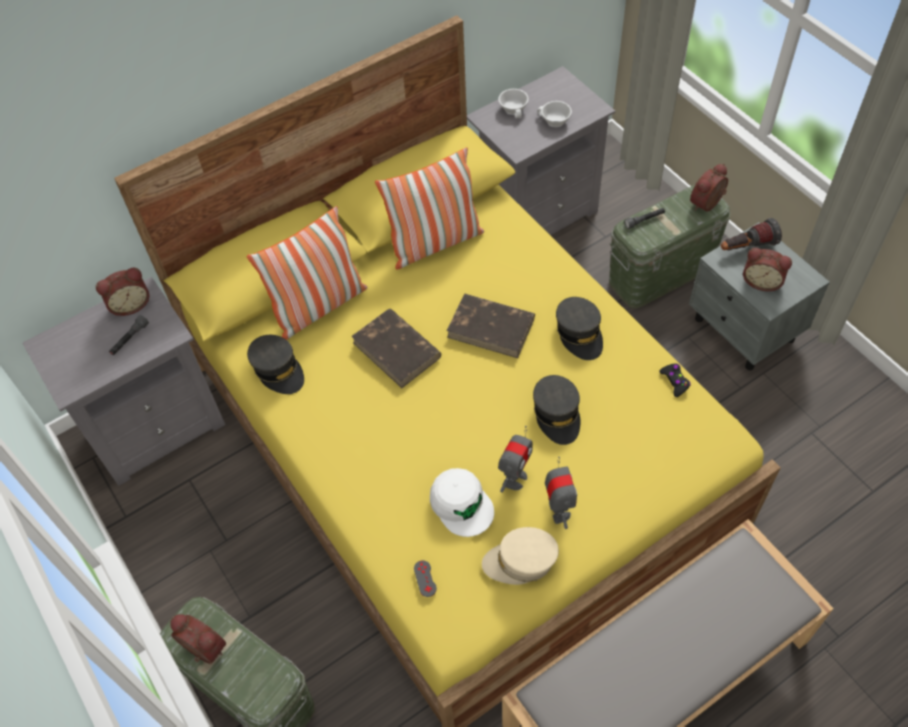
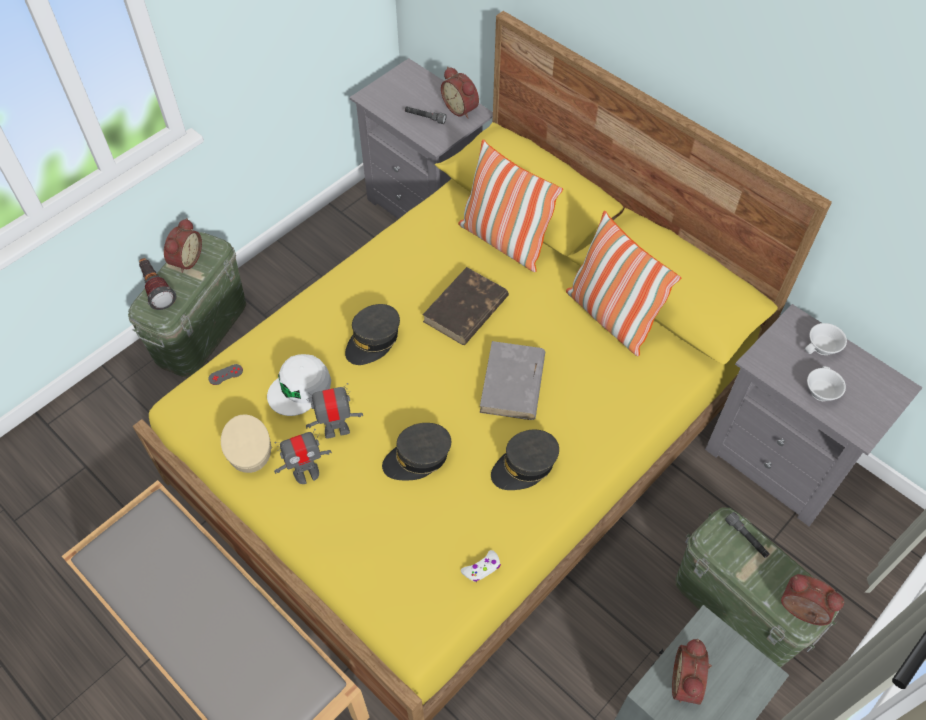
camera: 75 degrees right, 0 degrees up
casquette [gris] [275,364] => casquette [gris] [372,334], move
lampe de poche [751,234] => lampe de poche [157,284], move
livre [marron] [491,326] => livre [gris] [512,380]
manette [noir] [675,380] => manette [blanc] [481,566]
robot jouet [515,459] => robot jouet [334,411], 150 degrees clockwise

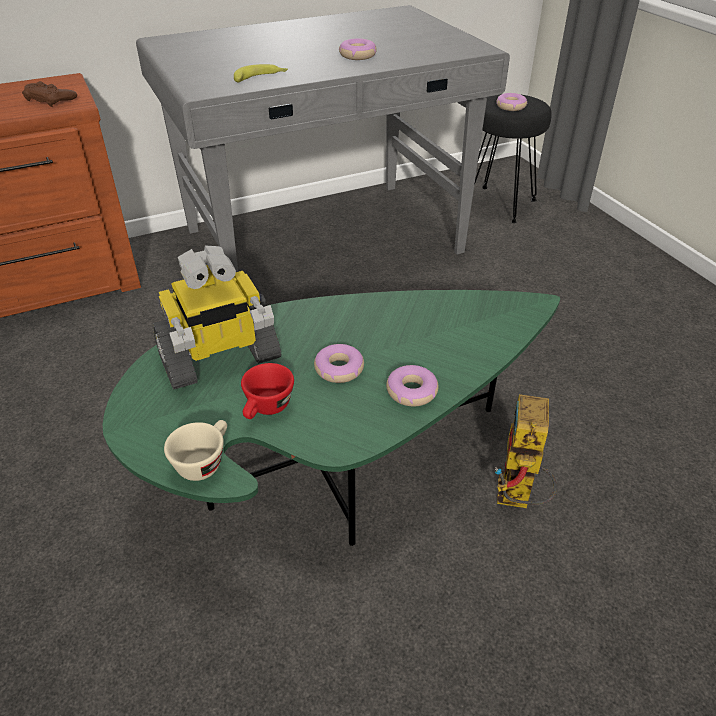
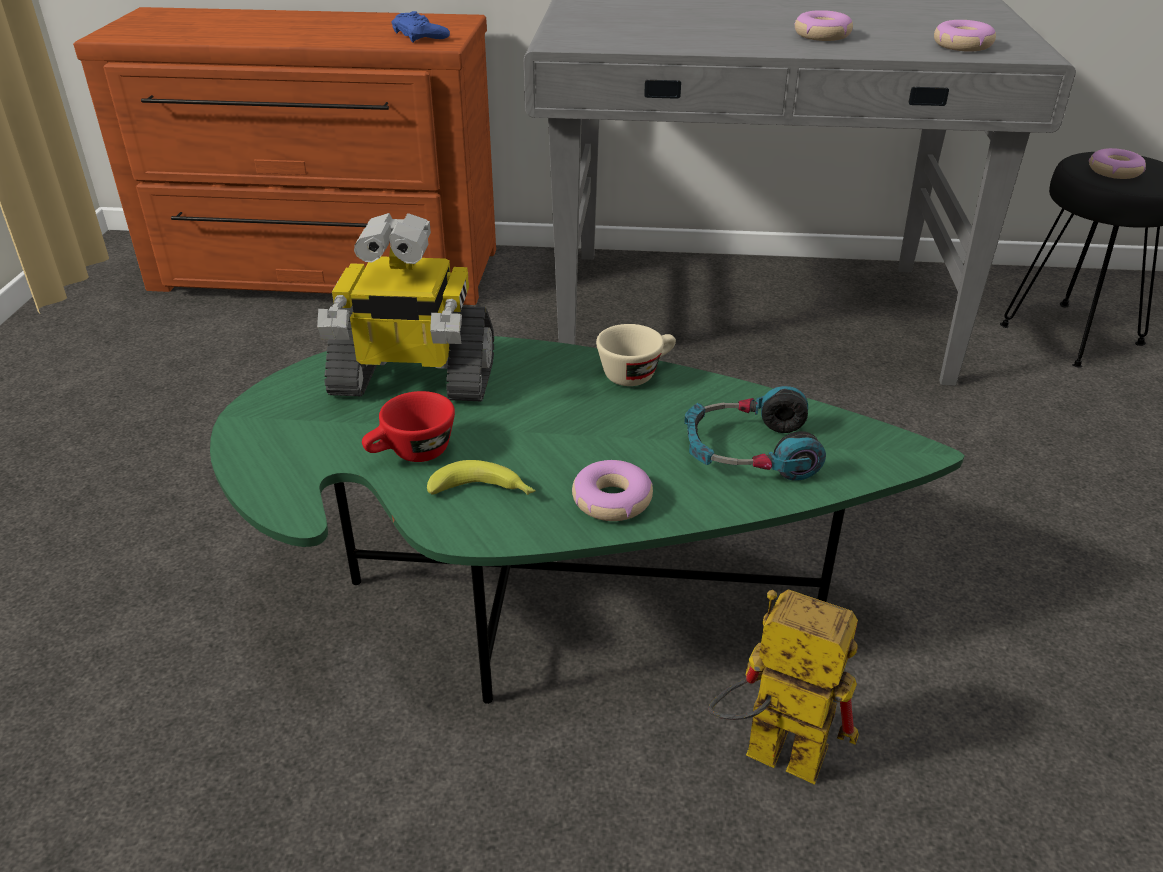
camera: 30 degrees right, 5 degrees down
nothing => casque audio [755,433]
tasse [beige] [195,450] => tasse [beige] [636,355], move
banane [261,73] => banane [481,477], move
beignet [339,363] => beignet [965,36], move
manette [marron] [49,94] => manette [bleu] [421,26]
robot jouet [526,451] => robot jouet [783,687], 75 degrees clockwise

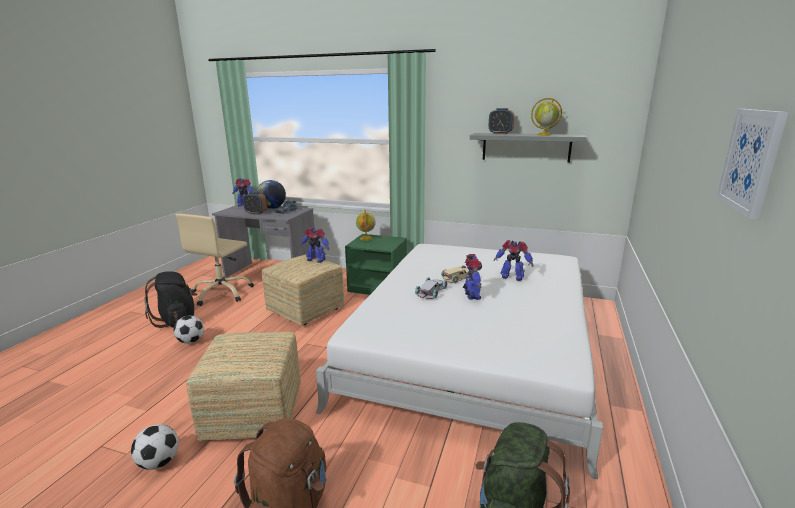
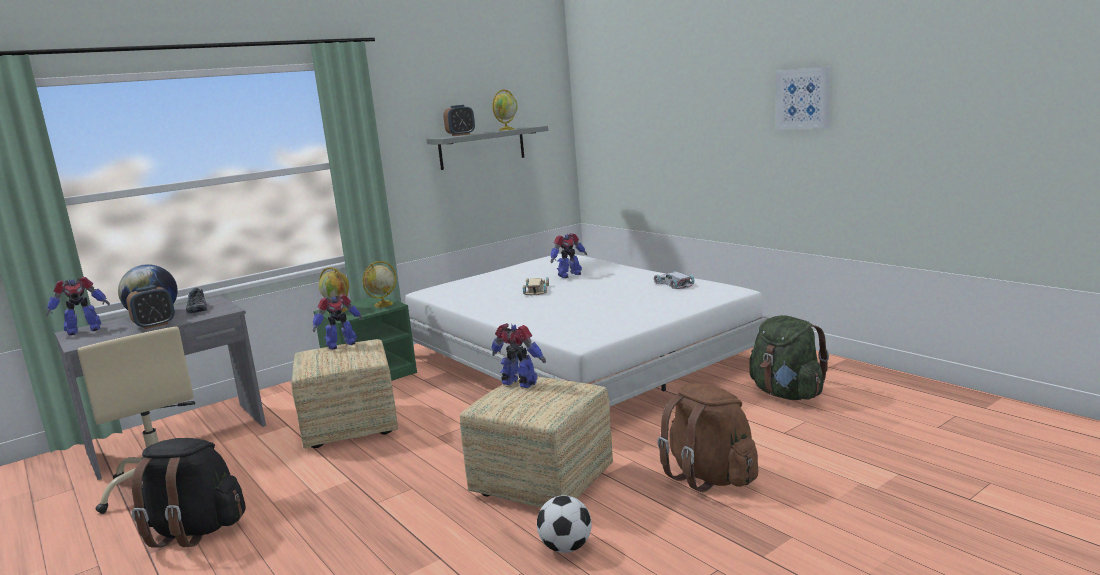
camera: 55 degrees left, 5 degrees down
ballon de foot [189,330] => nothing
nothing => globe [379,284]
petite voiture [blanc] [431,288] => petite voiture [blanc] [674,280], move
robot jouet [472,277] => robot jouet [518,355], move

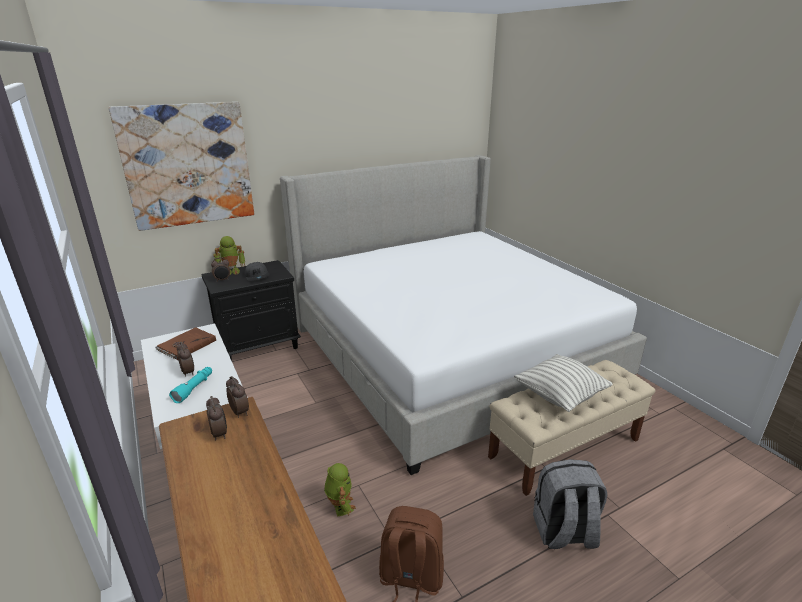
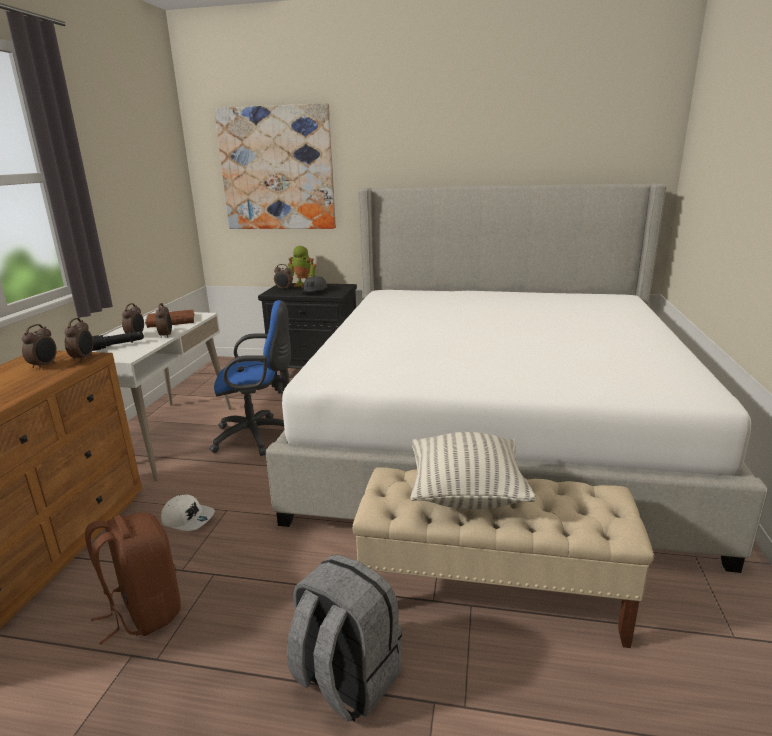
camera: 40 degrees right, 5 degrees down
nothing => réveil [163,320]
nothing => chaise de bureau [bleu] [250,378]
robot jouet [340,490] => casquette [blanc] [188,513]
lampe de poche [turquoise] [190,385] => lampe de poche [noir] [118,341]

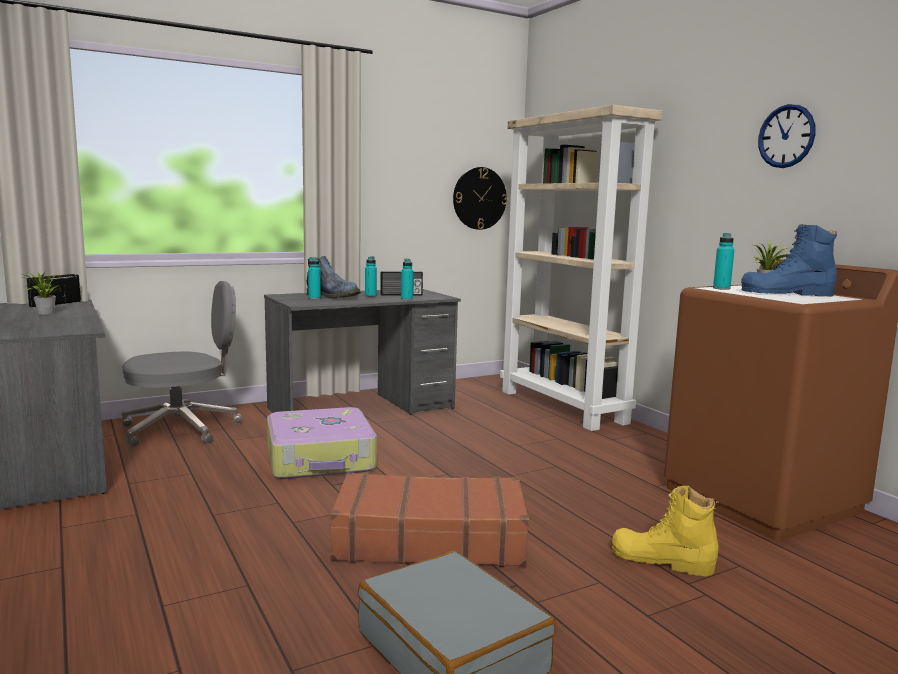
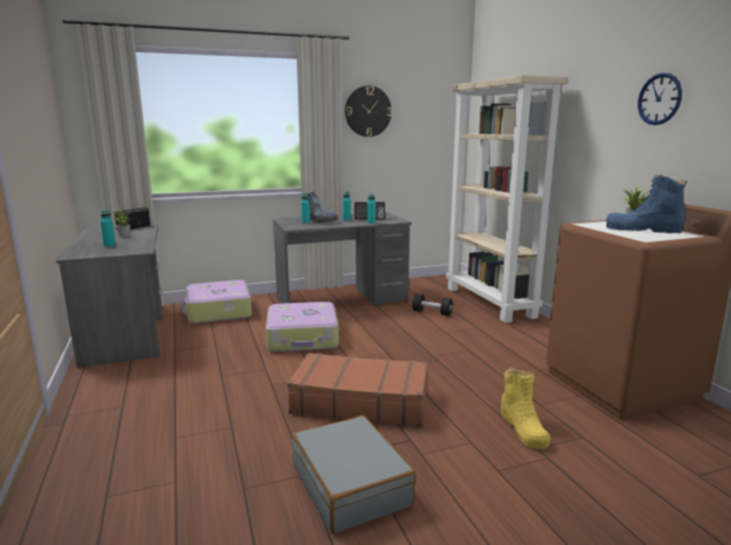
camera: 10 degrees right, 5 degrees up
nothing => haltère [noir] [432,305]
horloge murale [480,198] => horloge murale [368,111], move
bouteille [turquoise] [723,261] => bouteille [turquoise] [108,228], move
chaise de bureau [gris] [182,364] => valise [216,302]
botte [jaune] [665,531] => botte [jaune] [526,408], 135 degrees counterclockwise

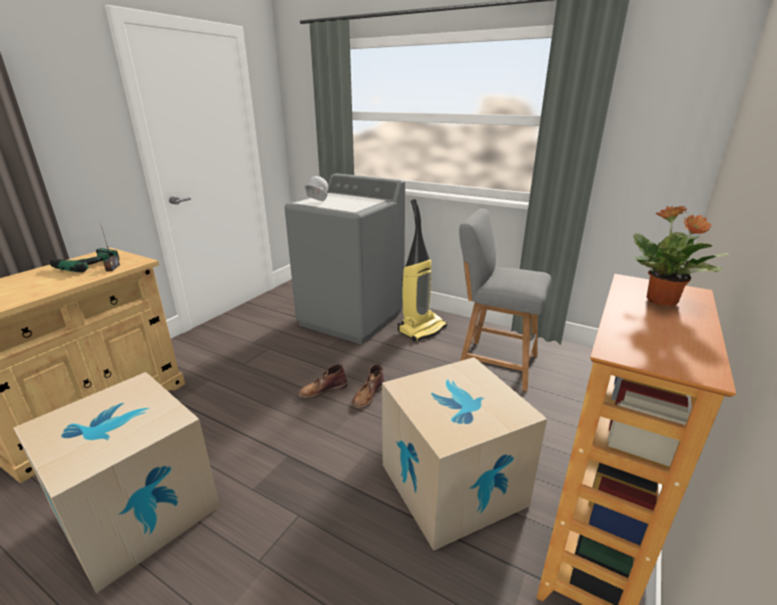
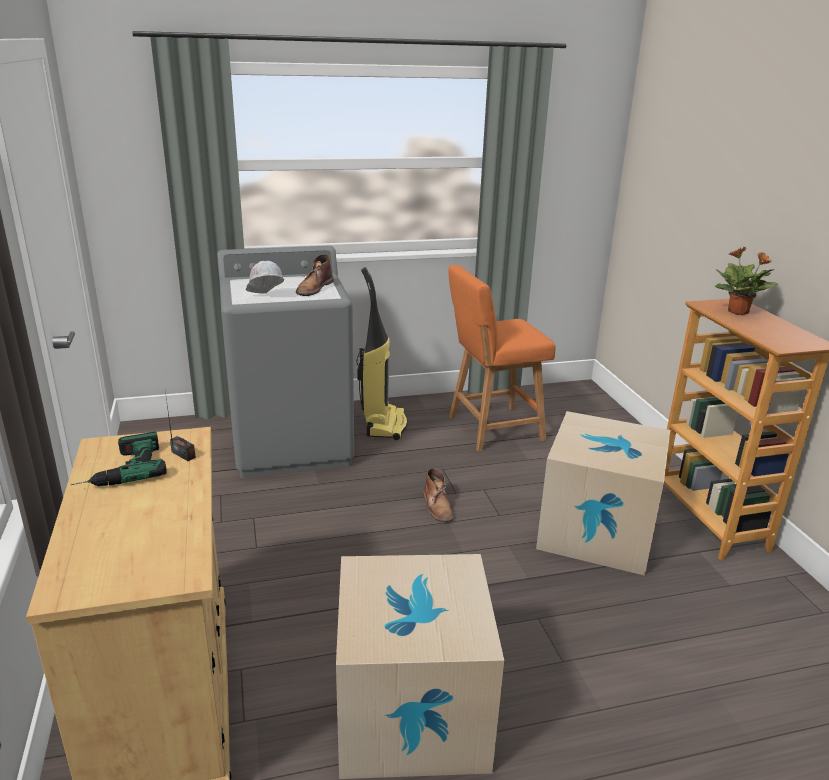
camera: 45 degrees left, 0 degrees up
botte [marron] [322,381] => botte [marron] [315,275], move
tabouret [gris] [505,299] => tabouret [orange] [502,358]

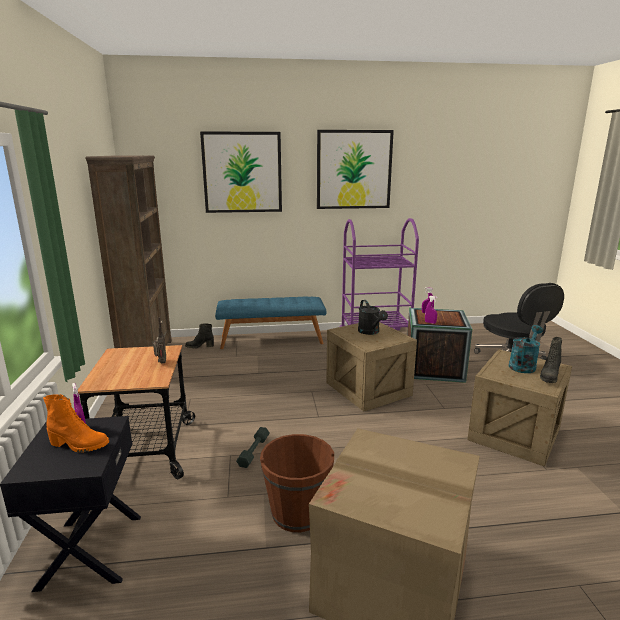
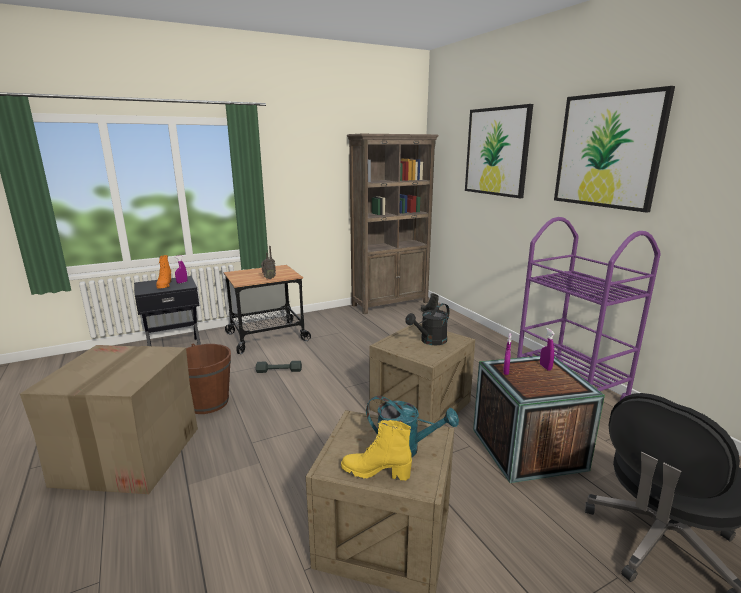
camera: 70 degrees right, 0 degrees up
banc [bleu] [270,323] => nothing
botte [noir] [551,360] => botte [jaune] [376,450]

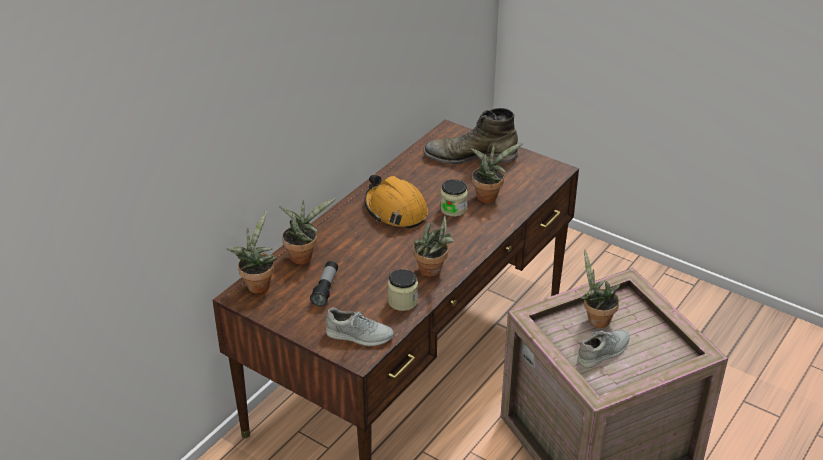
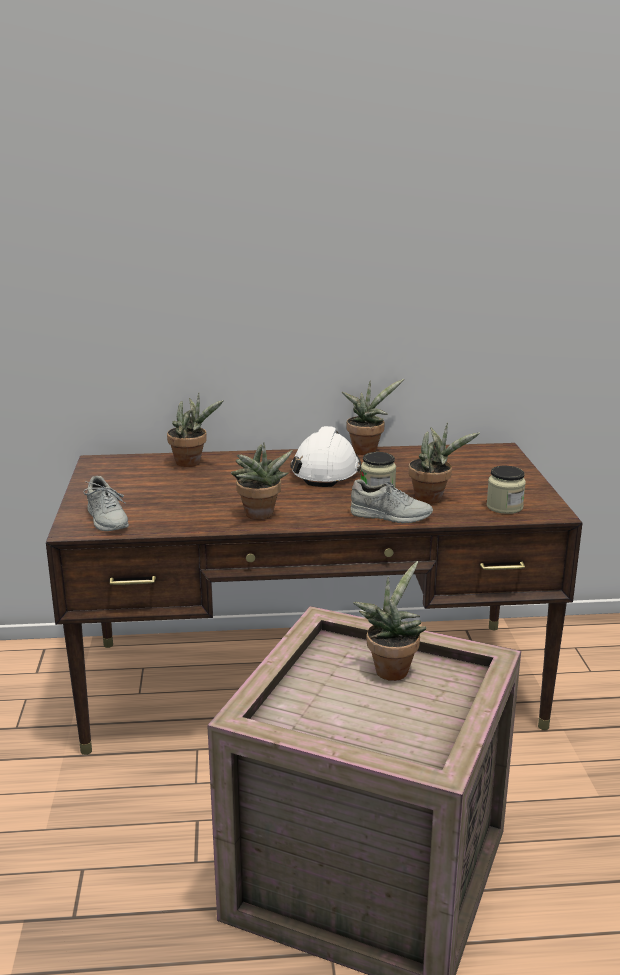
camera: 50 degrees right, 15 degrees down
lampe de poche [324,283] => nothing
botte [vert] [470,136] => nothing
plante en pot [252,252] => plante en pot [373,417], move
bocal [403,290] => bocal [506,490], move
chaussure [gris] [603,349] => chaussure [gris] [391,501], move
casque de chantier [orange] [396,202] => casque de chantier [blanc] [325,456]

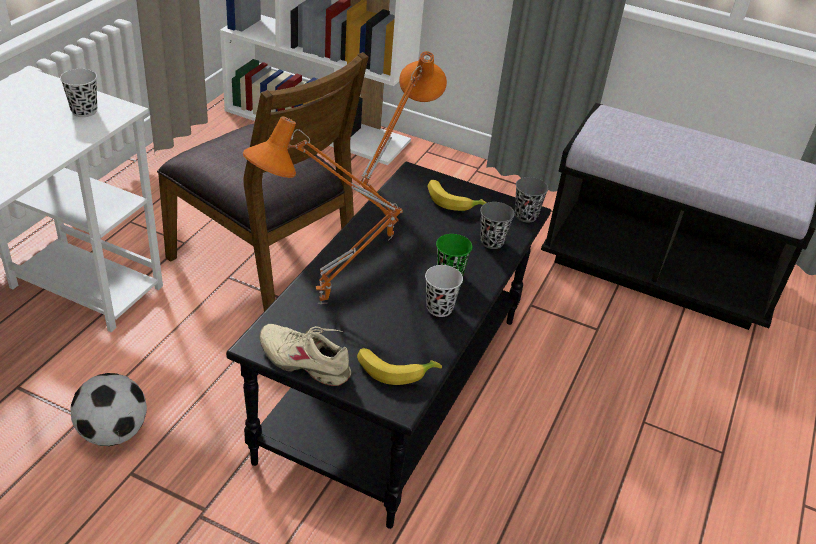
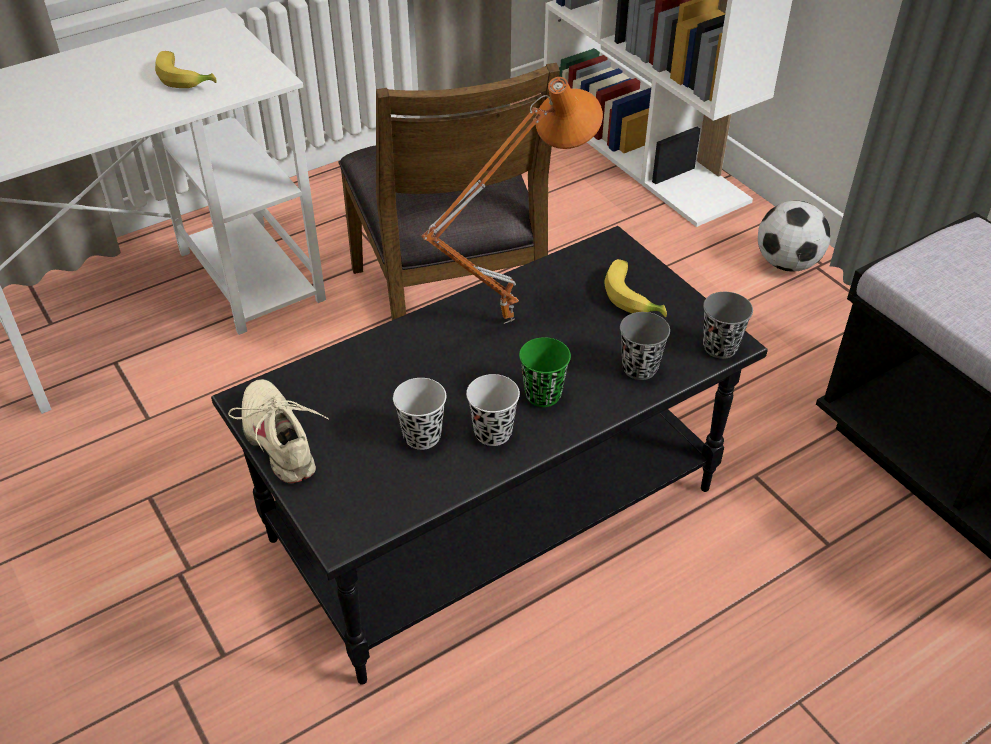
camera: 35 degrees right, 5 degrees up
lampe de table [orange] [323,210] => nothing
tasse [noir] [78,93] => tasse [noir] [419,414], move
ballon de foot [108,409] => ballon de foot [794,236], move
banane [399,366] => banane [186,69], move

